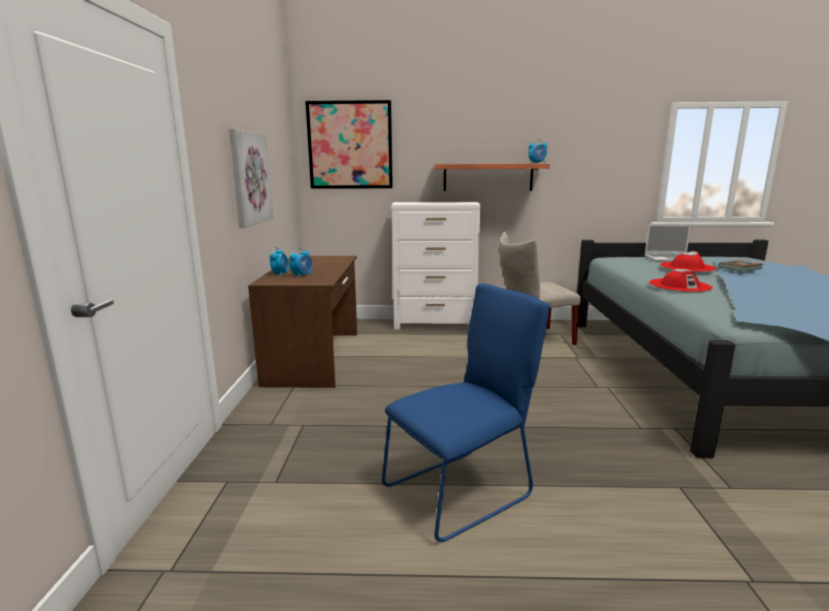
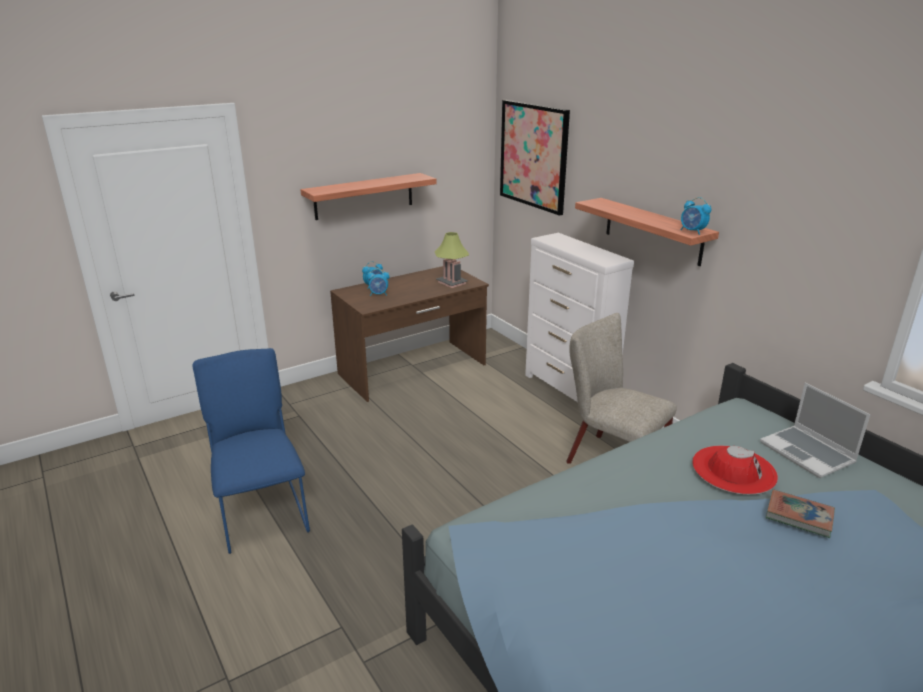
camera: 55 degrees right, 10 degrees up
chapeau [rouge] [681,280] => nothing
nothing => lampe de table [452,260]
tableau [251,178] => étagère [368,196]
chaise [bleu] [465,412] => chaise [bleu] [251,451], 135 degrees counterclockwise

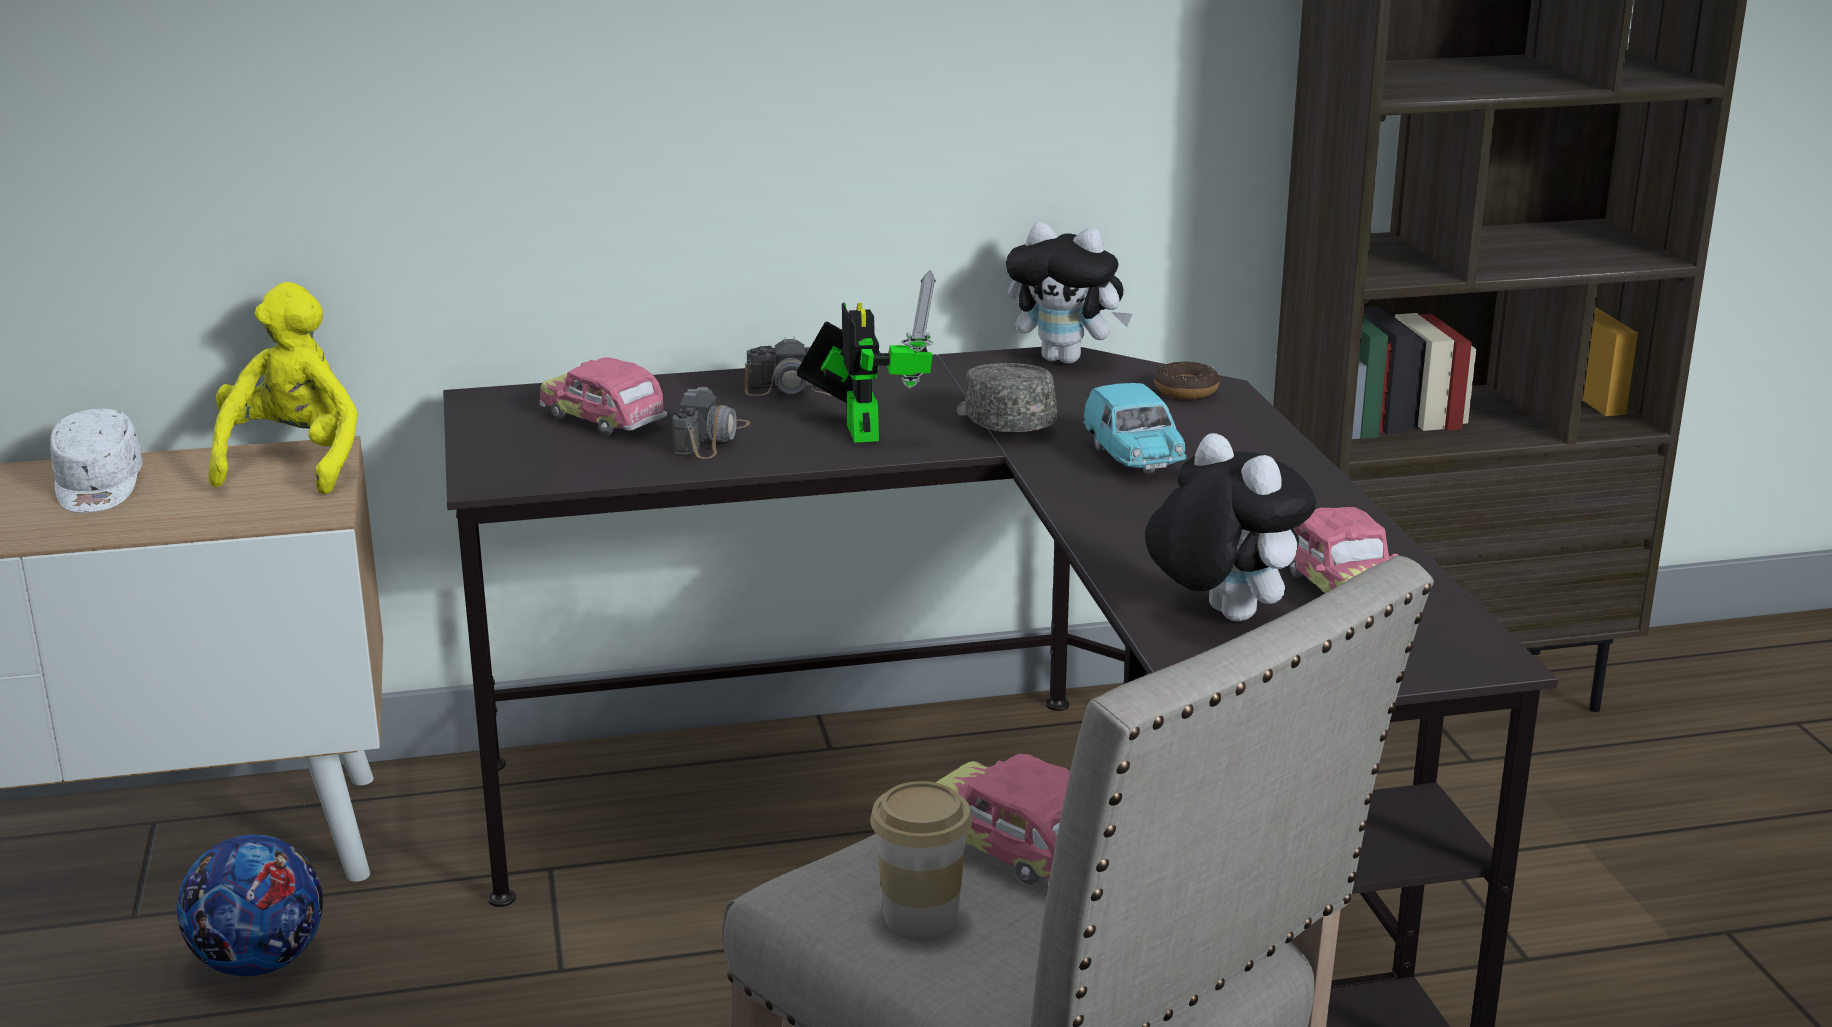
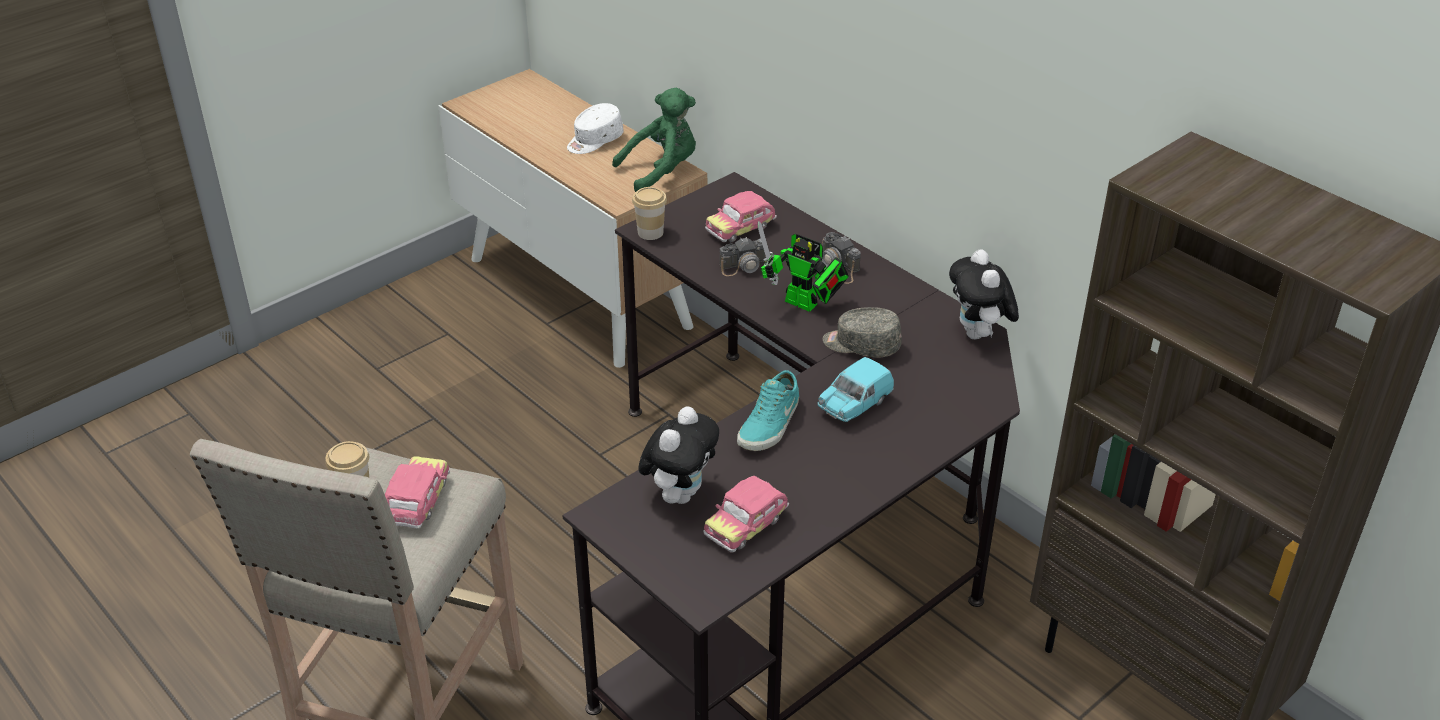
camera: 60 degrees right, 15 degrees up
ballon de foot [250,905] => nothing
beignet [1186,380] => nothing
nothing => tasse [649,213]
nothing => chaussure [turquoise] [768,410]
peluche [jaune] [283,388] => peluche [vert] [654,140]
petite voiture [603,396] => petite voiture [741,217], 135 degrees counterclockwise
robot jouet [866,356] => robot jouet [803,266], 75 degrees clockwise
casquette [gris] [1007,397] => casquette [gris] [862,332], 105 degrees counterclockwise

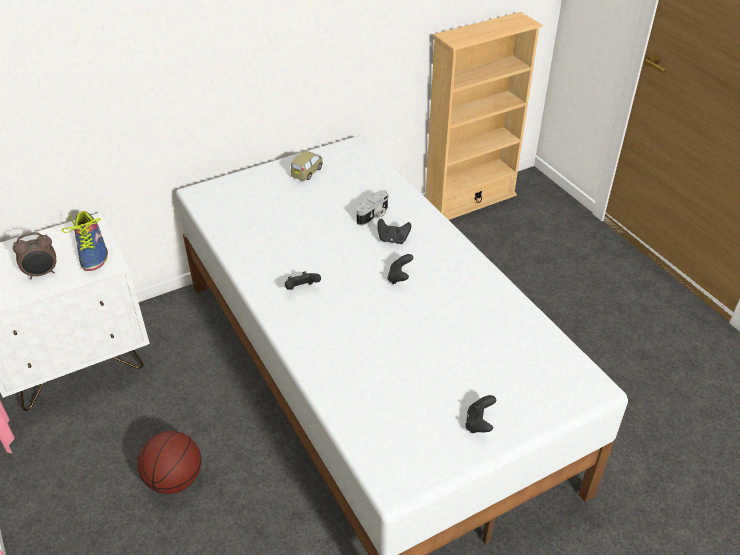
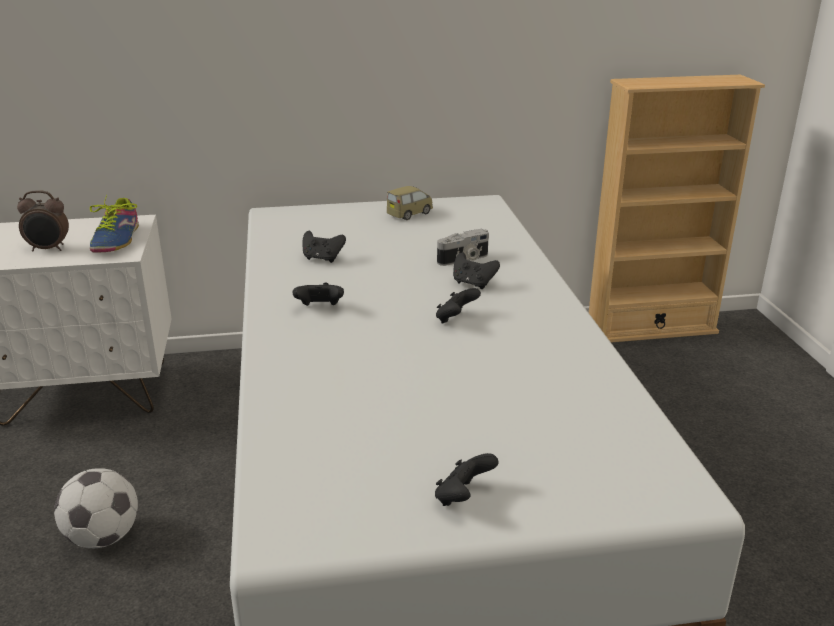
camera: 20 degrees right, 15 degrees down
nothing => manette [noir] [324,247]
ballon de basket [169,462] => ballon de foot [96,508]

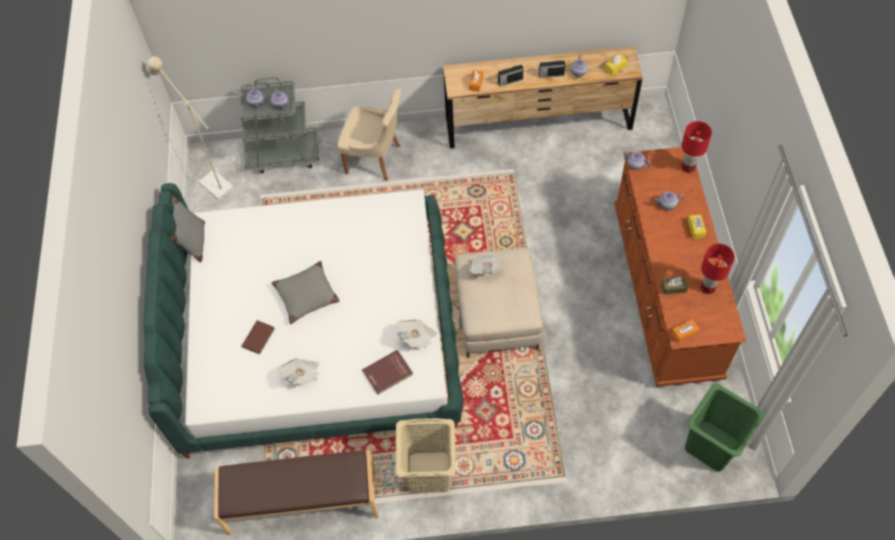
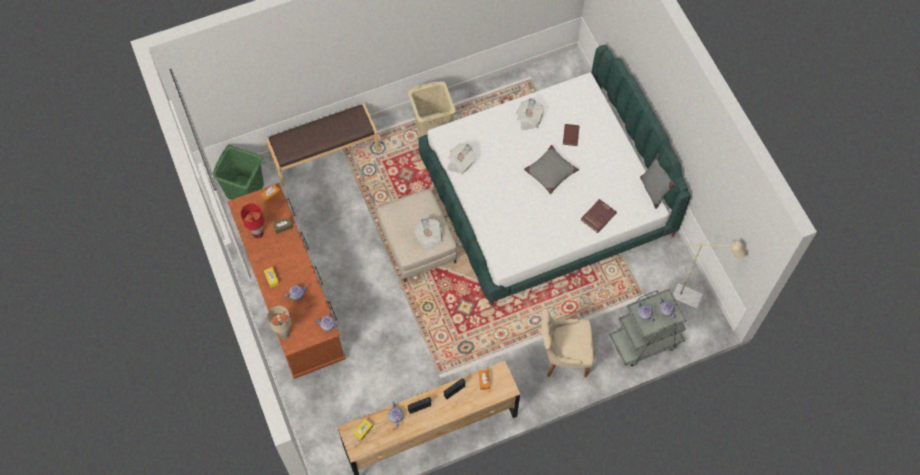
camera: 160 degrees right, 5 degrees up
banc [marron] [296,492] => banc [marron] [323,145], move
livre [rouge] [387,372] => livre [rouge] [599,216], move
lampe de table [rouge] [696,147] => lampe de table [beige] [279,322]

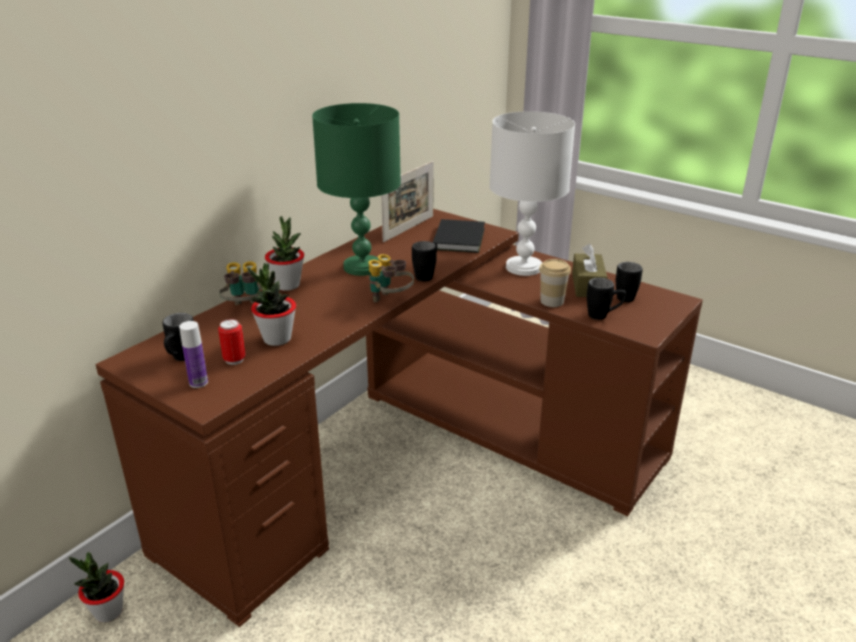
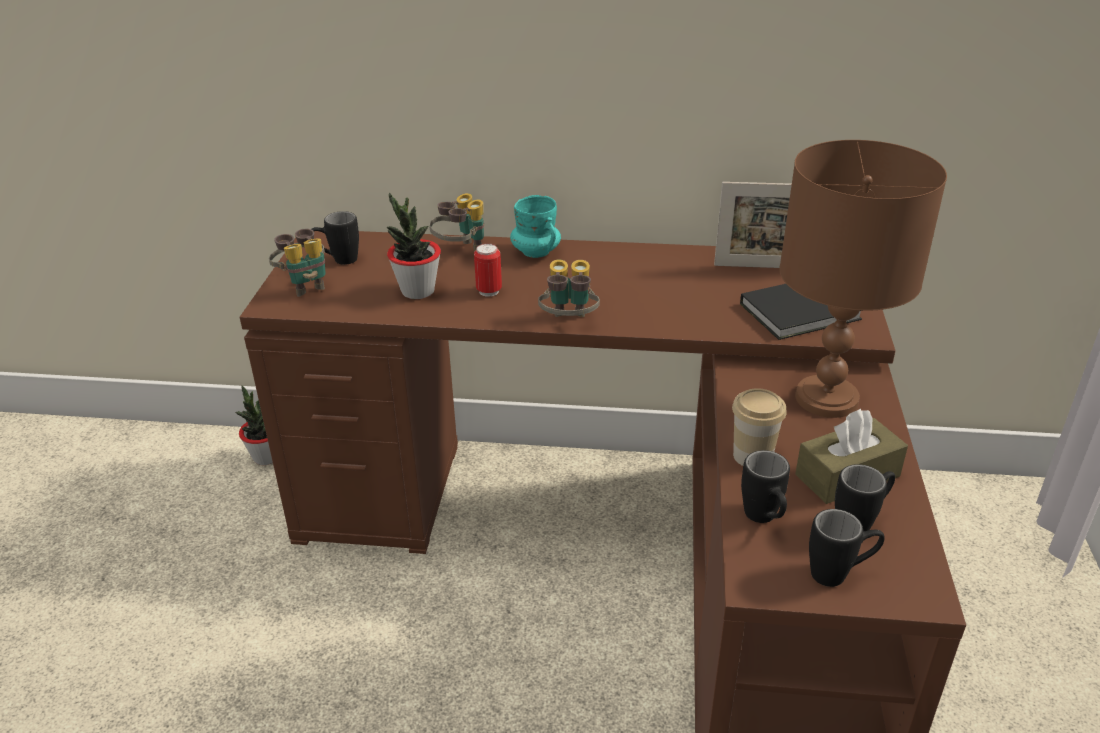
camera: 60 degrees right, 5 degrees up
lampe de table [vert] [356,189] => nothing
boîte métallique [232,342] => boîte métallique [488,270], move
mug [noir] [424,261] => mug [noir] [847,548], move
bouteille [193,354] => jumelles [297,263]
plante en pot [284,253] => mug [turquoise] [535,226]
lampe de table [blanc] [532,193] => lampe de table [marron] [863,279]

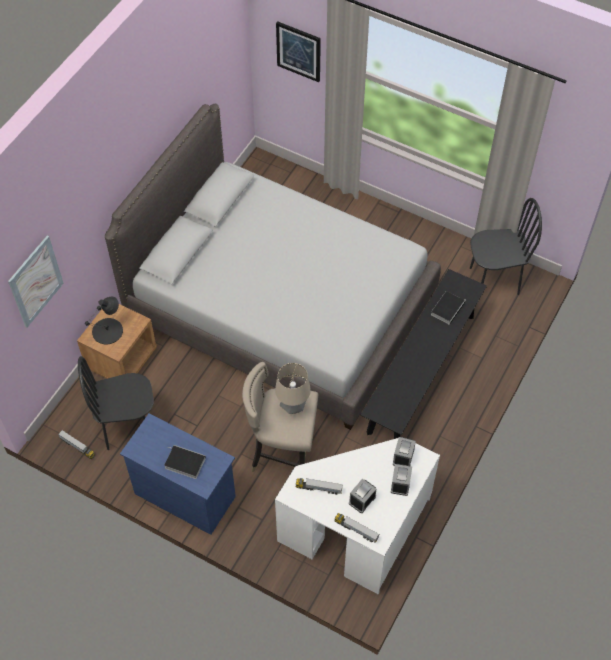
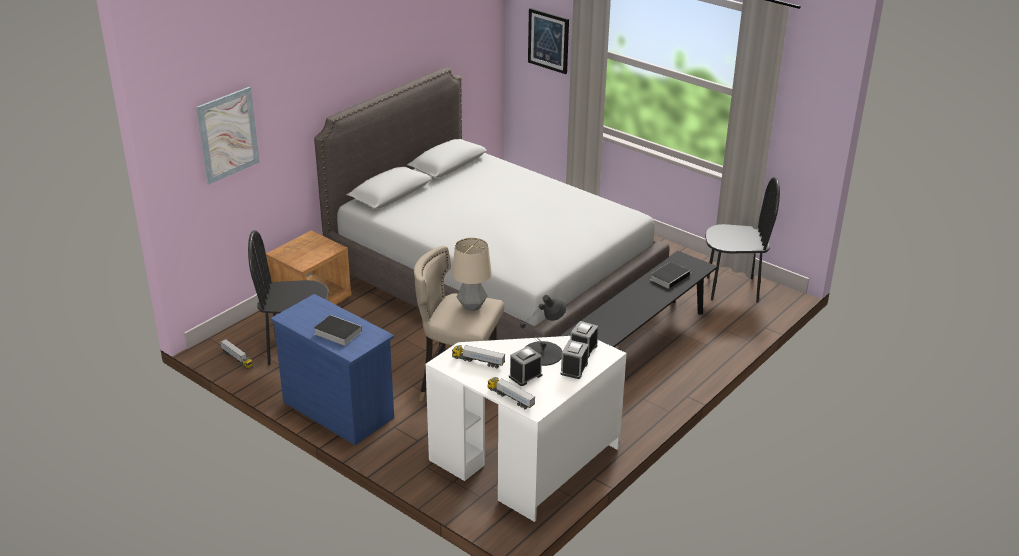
camera: 10 degrees right, 25 degrees down
lampe de table [noir] [104,320] => lampe de table [noir] [543,330], move

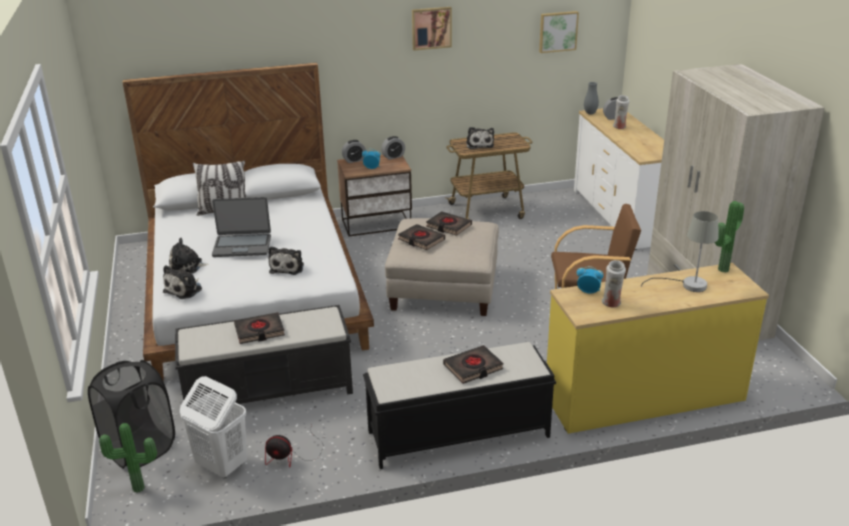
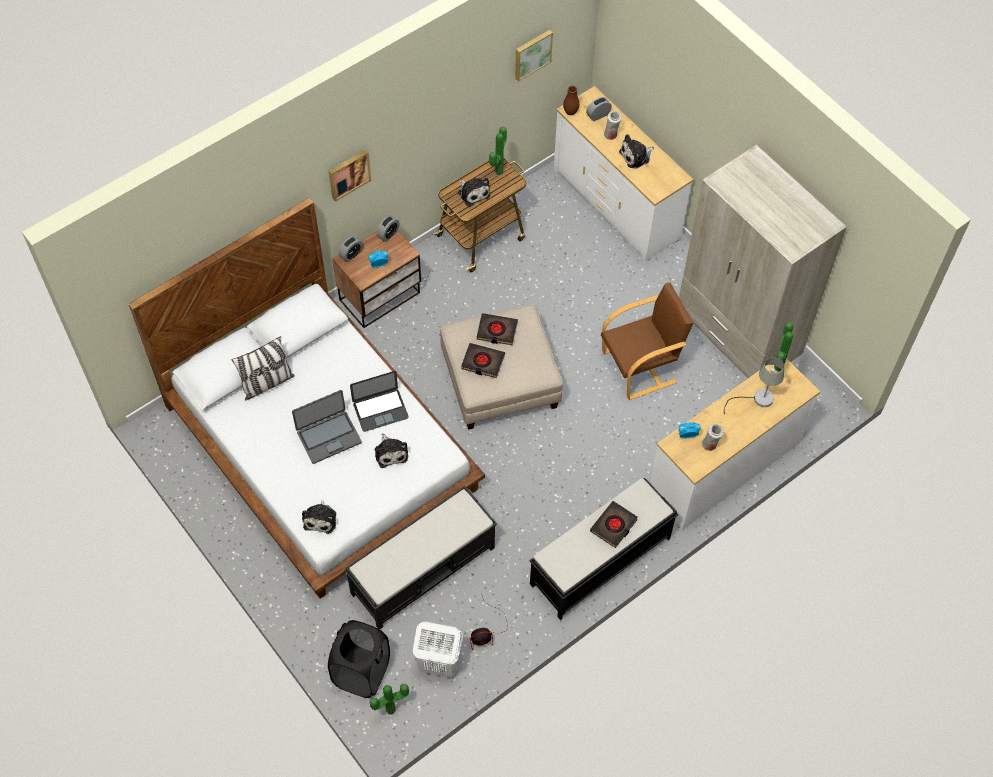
camera: 25 degrees left, 30 degrees up
livre [noir] [259,328] => nothing
nothing => ordinateur portable [379,401]
nothing => plante en pot [498,151]
peluche [189,256] => peluche [636,151], move
tableau [432,29] => tableau [350,175], move
commode [jaune] [658,348] => commode [blanc] [735,444]
vase [gris] [591,98] => vase [marron] [571,100]

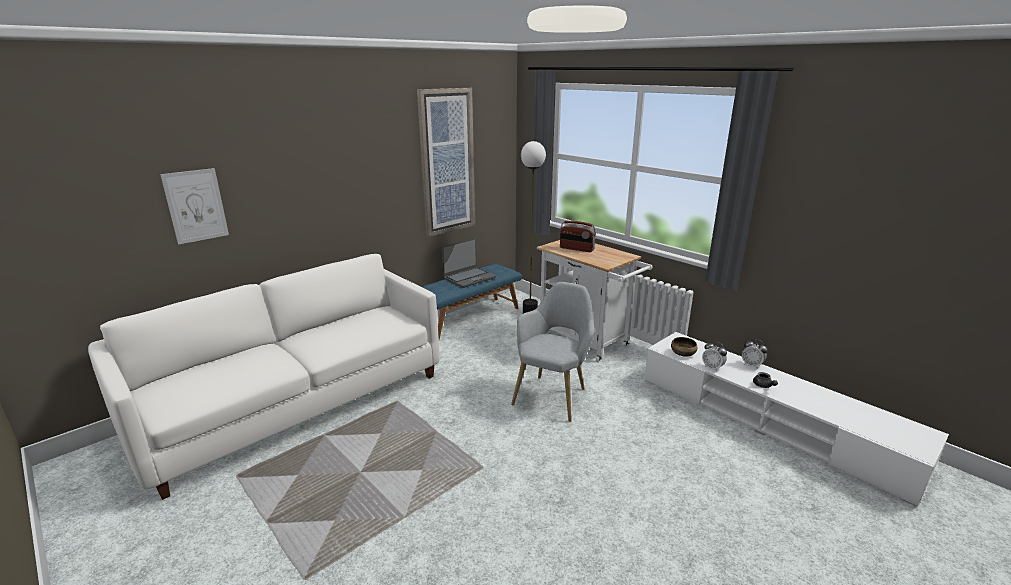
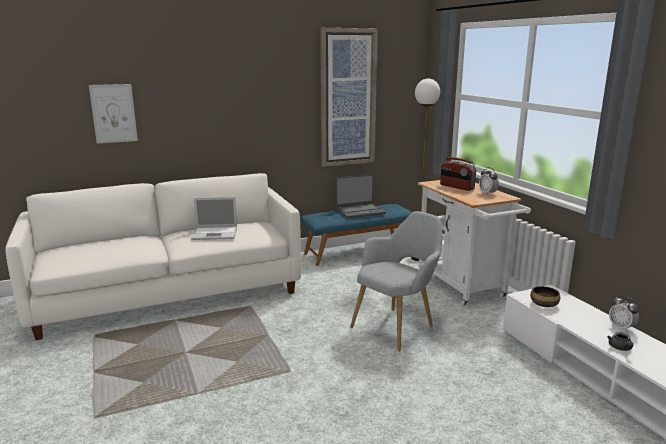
camera: 20 degrees right, 5 degrees down
nothing => ordinateur portable [214,218]
réveil [714,356] => réveil [489,181], move

